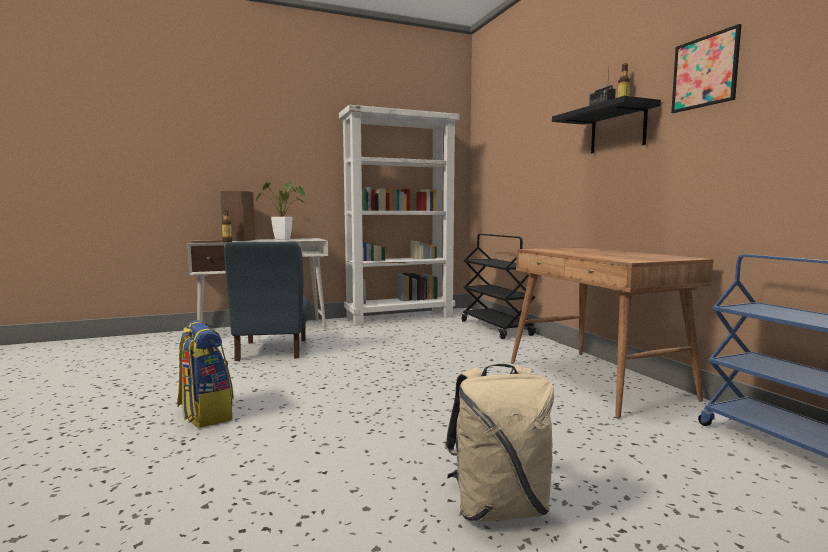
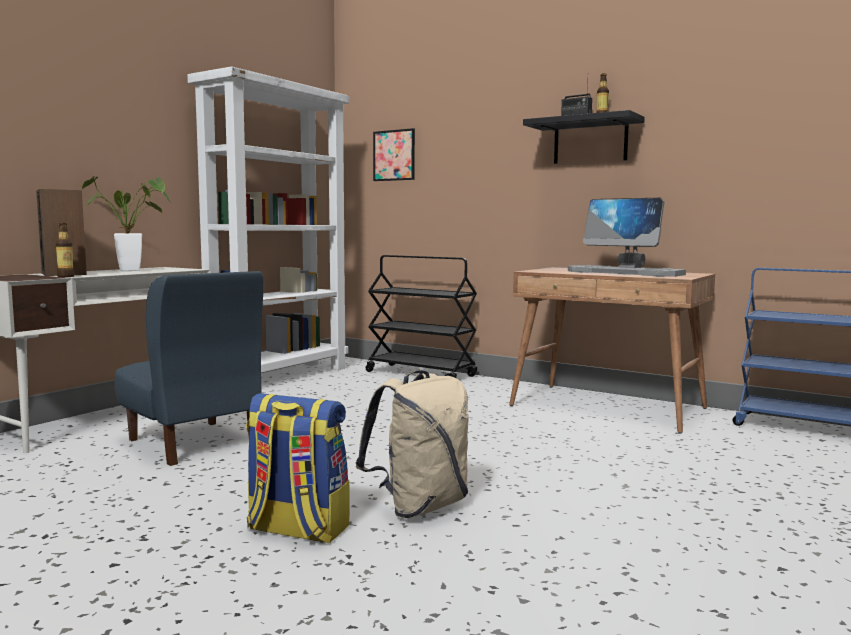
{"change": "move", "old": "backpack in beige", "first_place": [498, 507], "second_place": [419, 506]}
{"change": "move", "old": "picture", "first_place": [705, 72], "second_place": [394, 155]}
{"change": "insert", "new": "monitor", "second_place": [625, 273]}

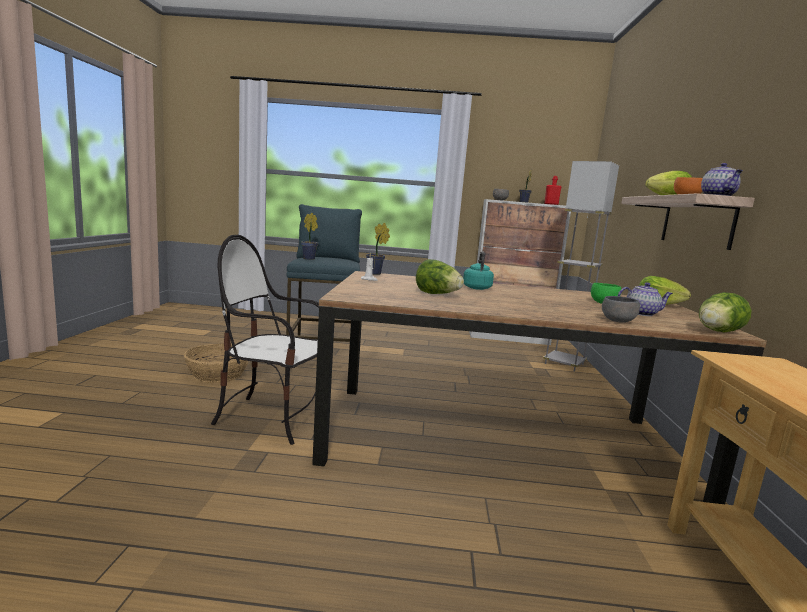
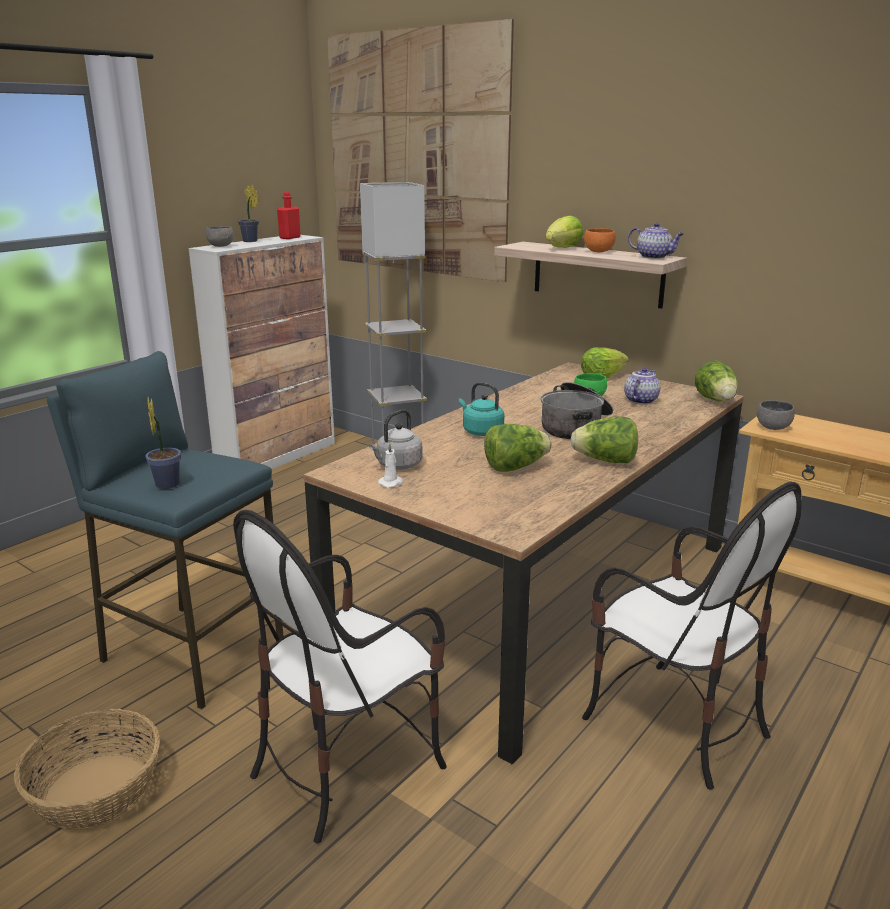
{"change": "insert", "new": "picture", "second_place": [416, 155]}
{"change": "insert", "new": "kettle in grey", "second_place": [397, 465]}
{"change": "insert", "new": "cooking pot", "second_place": [576, 426]}
{"change": "insert", "new": "lettuce", "second_place": [605, 461]}
{"change": "insert", "new": "chair", "second_place": [674, 723]}
{"change": "move", "old": "bowl in grey", "first_place": [616, 321], "second_place": [773, 428]}
{"change": "delete", "old": "potted plant", "first_place": [375, 274]}

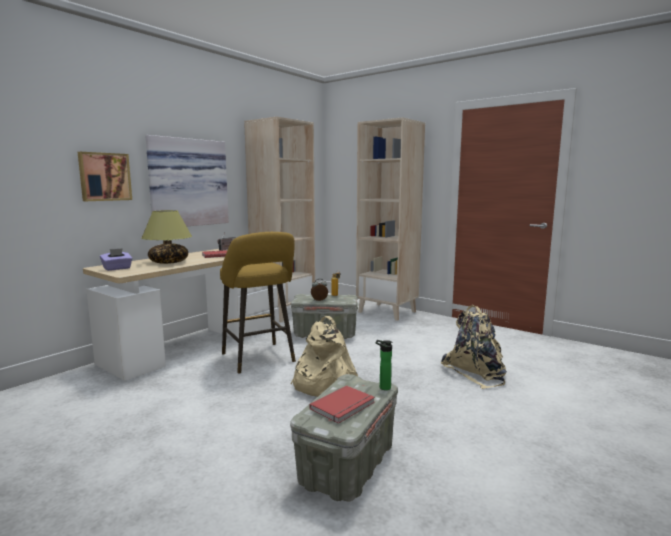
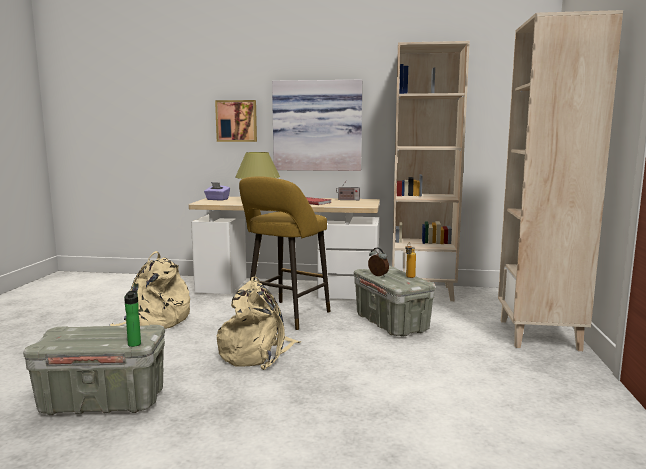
{"change": "move", "old": "backpack in beige", "first_place": [476, 372], "second_place": [155, 321]}
{"change": "delete", "old": "book in red", "first_place": [344, 406]}

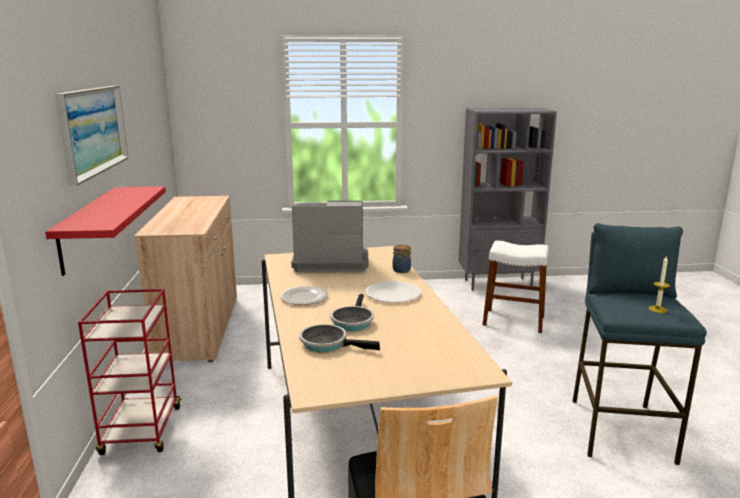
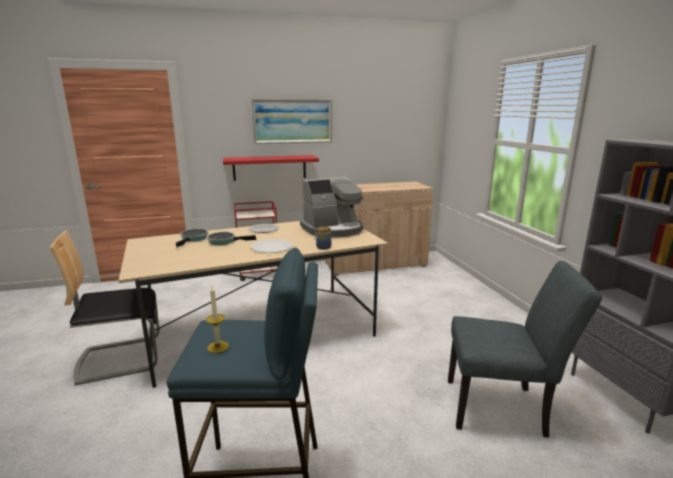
{"change": "rotate", "old": "coffee machine", "first_place": [330, 262], "second_place": [333, 229], "degrees": 75}
{"change": "replace", "old": "stool in white", "new": "chair in grey", "first_place": [513, 320], "second_place": [503, 408]}

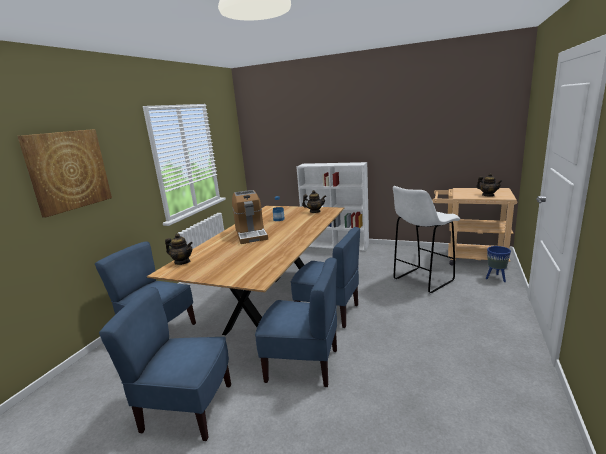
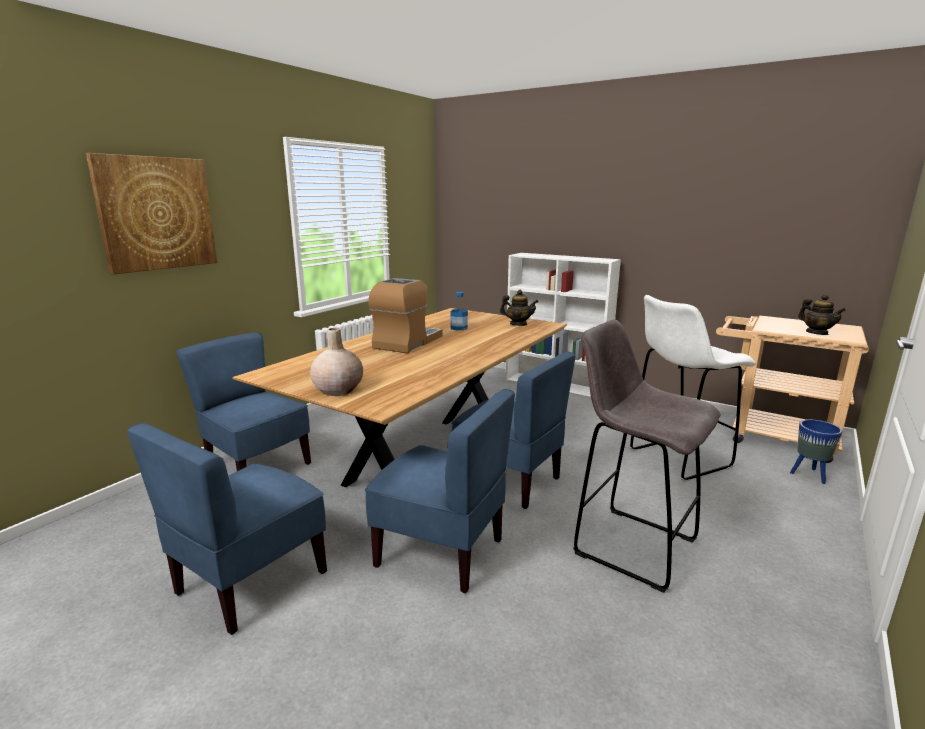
{"change": "rotate", "old": "chair in blue", "first_place": [187, 409], "second_place": [250, 582], "degrees": -75}
{"change": "insert", "new": "vase in beige", "second_place": [338, 390]}
{"change": "rotate", "old": "coffee machine", "first_place": [251, 234], "second_place": [407, 342], "degrees": -150}
{"change": "insert", "new": "stool in grey", "second_place": [631, 545]}
{"change": "delete", "old": "teapot", "first_place": [182, 262]}

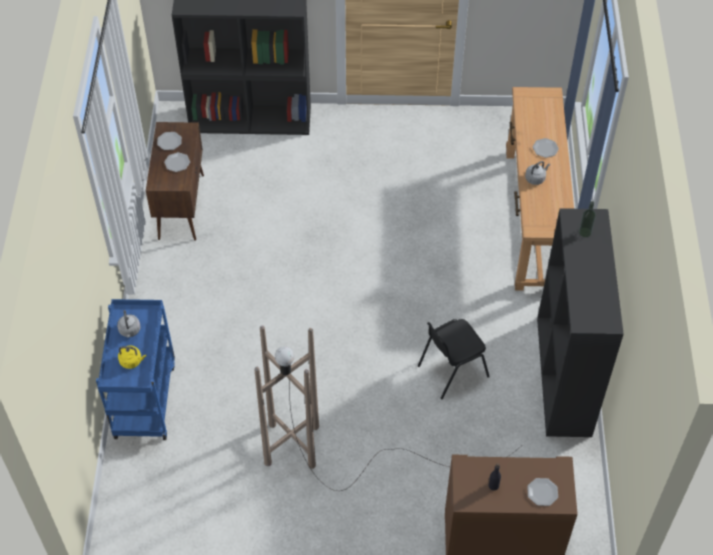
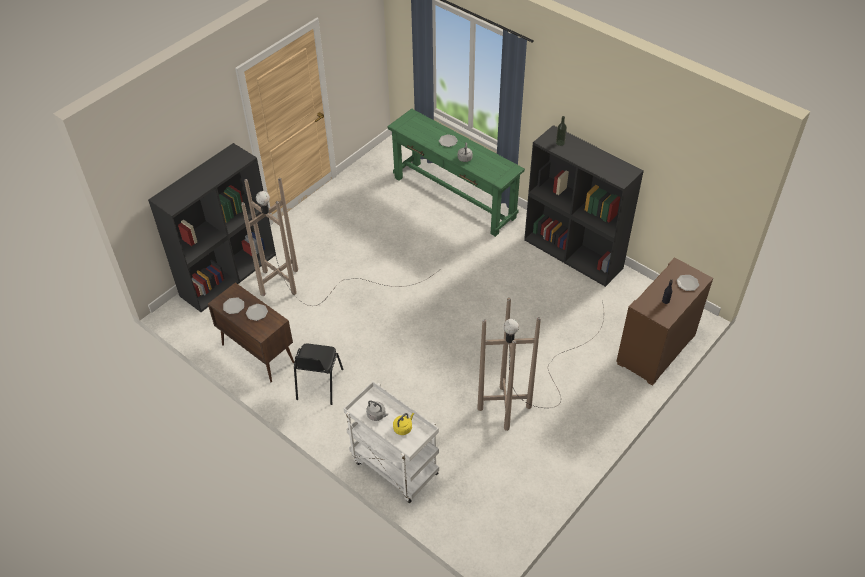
{"change": "insert", "new": "floor lamp in brown", "second_place": [317, 285]}
{"change": "move", "old": "chair in black", "first_place": [452, 370], "second_place": [318, 385]}
{"change": "recolor", "old": "cart in blue", "new": "cart in white", "first_place": [144, 399], "second_place": [393, 467]}
{"change": "recolor", "old": "console table in brown", "new": "console table in green", "first_place": [533, 219], "second_place": [454, 197]}

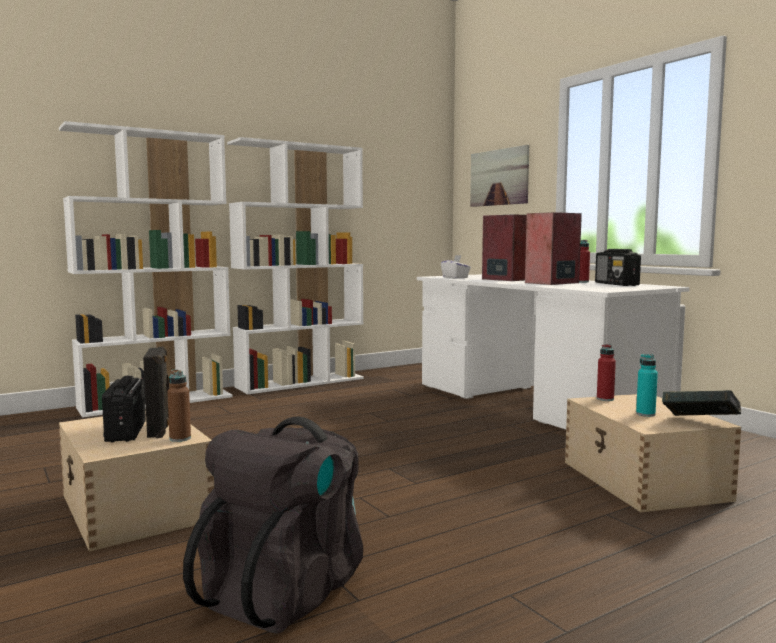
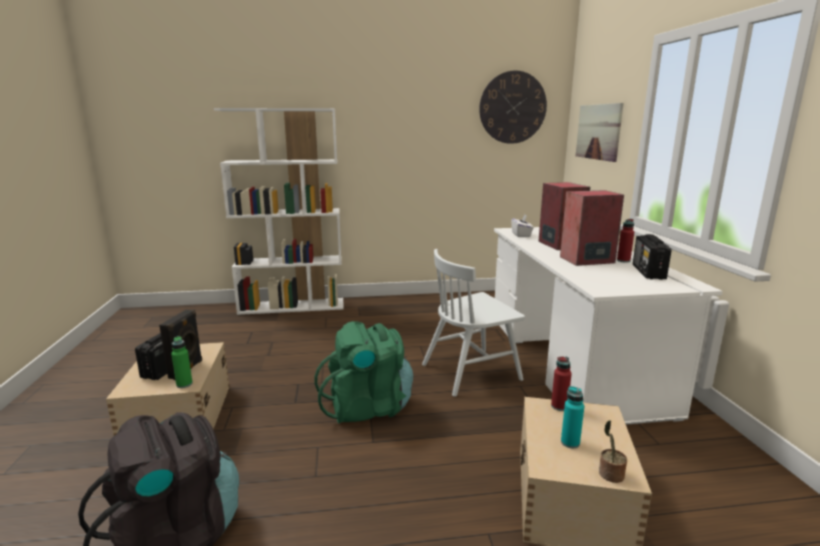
{"change": "recolor", "old": "bottle in brown", "new": "bottle in green", "first_place": [180, 438], "second_place": [184, 384]}
{"change": "insert", "new": "backpack in green", "second_place": [368, 407]}
{"change": "insert", "new": "chair in white", "second_place": [471, 372]}
{"change": "insert", "new": "wall clock", "second_place": [512, 107]}
{"change": "replace", "old": "book", "new": "potted plant", "first_place": [700, 423], "second_place": [609, 474]}
{"change": "delete", "old": "bookcase in white", "first_place": [301, 382]}

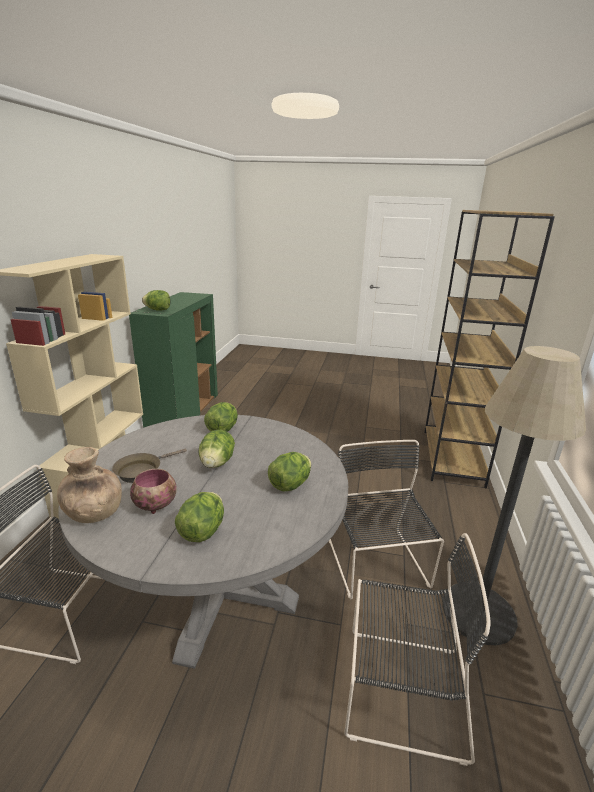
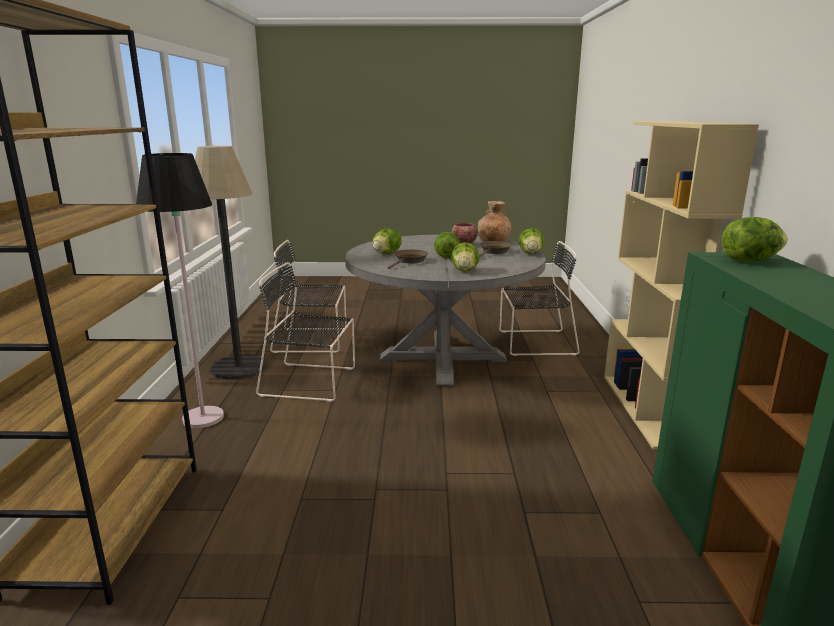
{"change": "insert", "new": "floor lamp in black", "second_place": [203, 418]}
{"change": "rotate", "old": "chair in black", "first_place": [377, 565], "second_place": [311, 382], "degrees": 120}
{"change": "insert", "new": "frying pan in brown", "second_place": [409, 261]}
{"change": "move", "old": "lettuce", "first_place": [202, 531], "second_place": [530, 253]}

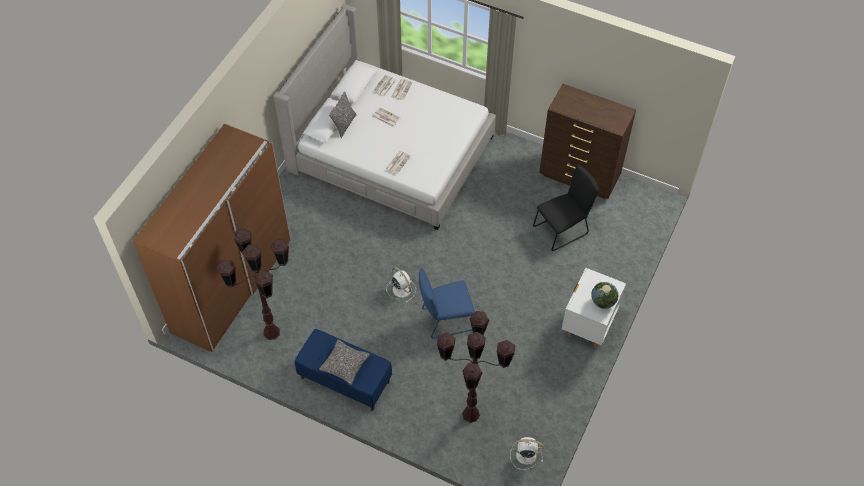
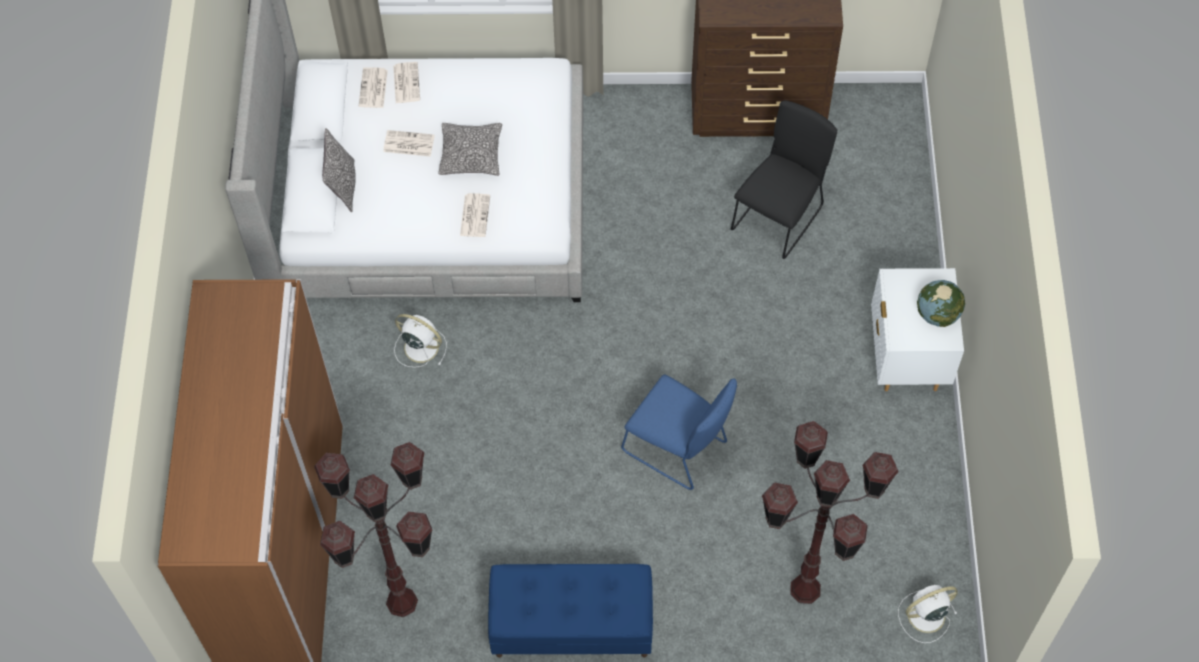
{"change": "move", "old": "fan in white", "first_place": [401, 289], "second_place": [419, 346]}
{"change": "move", "old": "pillow", "first_place": [345, 364], "second_place": [471, 154]}
{"change": "rotate", "old": "chair in blue", "first_place": [446, 319], "second_place": [678, 449], "degrees": -105}

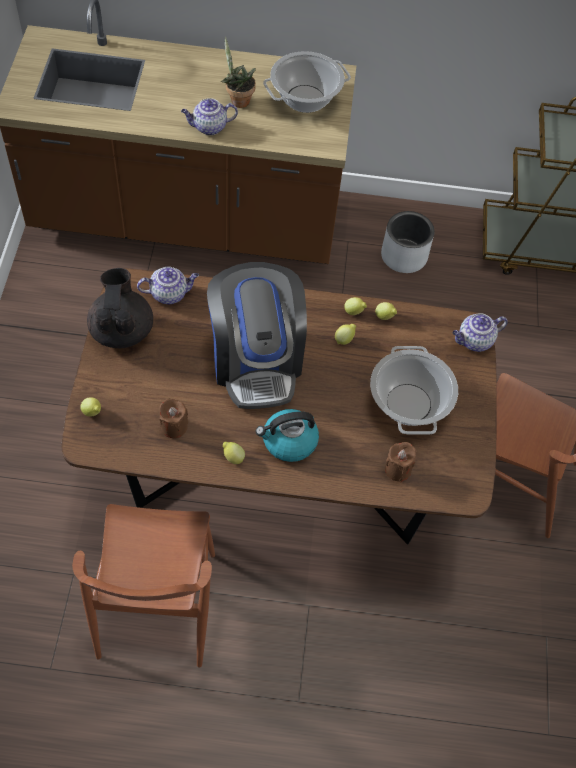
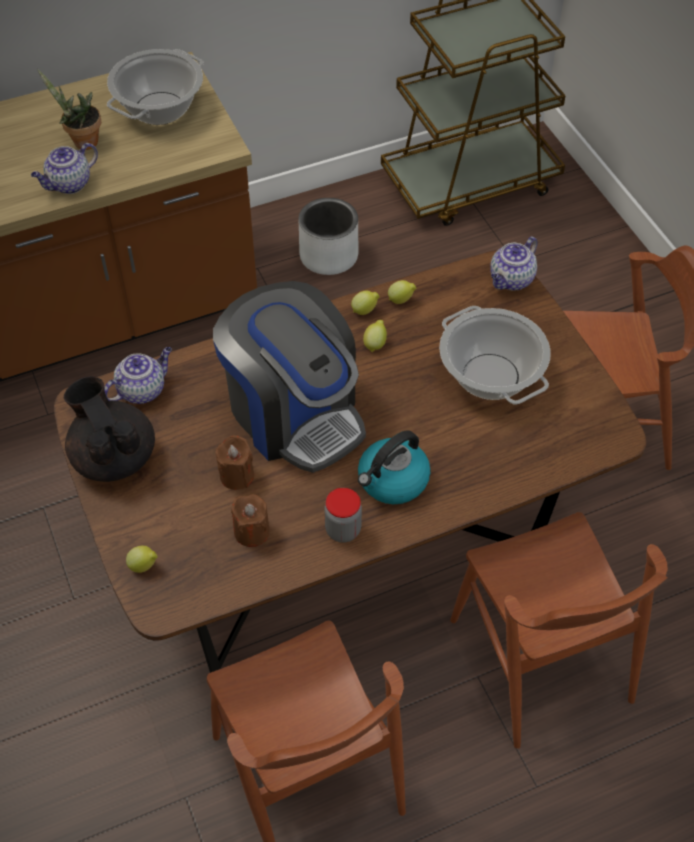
{"change": "move", "old": "candle in brown", "first_place": [398, 469], "second_place": [236, 475]}
{"change": "replace", "old": "lemon", "new": "jar", "first_place": [233, 457], "second_place": [343, 530]}
{"change": "insert", "new": "chair in brown", "second_place": [541, 660]}

